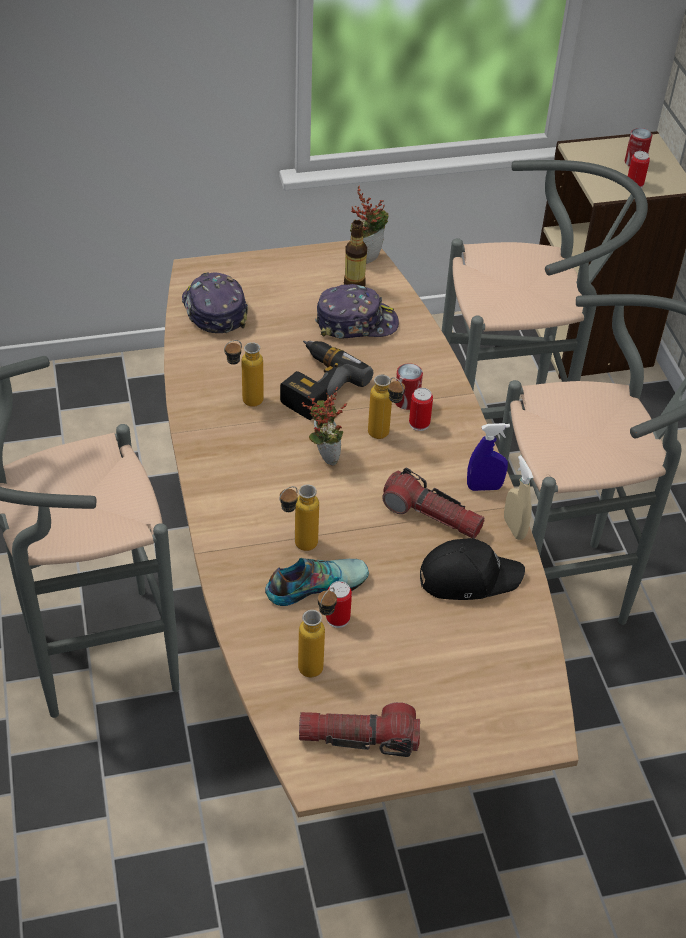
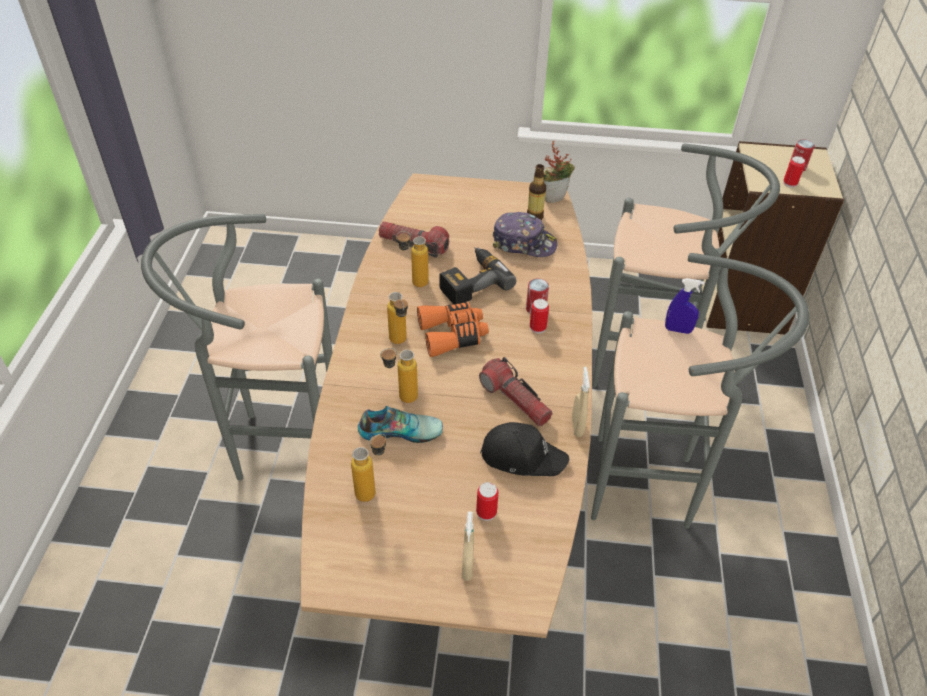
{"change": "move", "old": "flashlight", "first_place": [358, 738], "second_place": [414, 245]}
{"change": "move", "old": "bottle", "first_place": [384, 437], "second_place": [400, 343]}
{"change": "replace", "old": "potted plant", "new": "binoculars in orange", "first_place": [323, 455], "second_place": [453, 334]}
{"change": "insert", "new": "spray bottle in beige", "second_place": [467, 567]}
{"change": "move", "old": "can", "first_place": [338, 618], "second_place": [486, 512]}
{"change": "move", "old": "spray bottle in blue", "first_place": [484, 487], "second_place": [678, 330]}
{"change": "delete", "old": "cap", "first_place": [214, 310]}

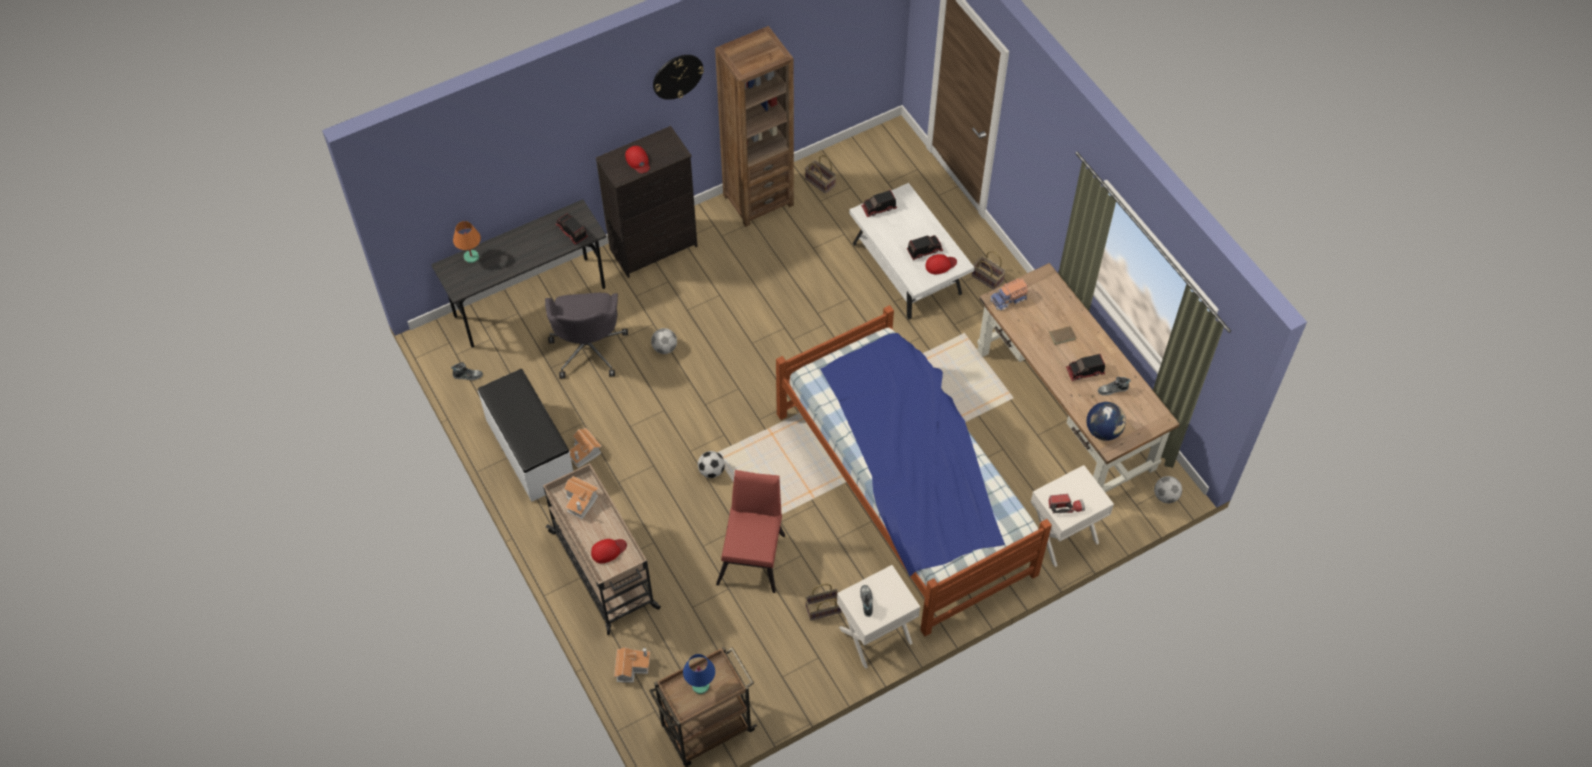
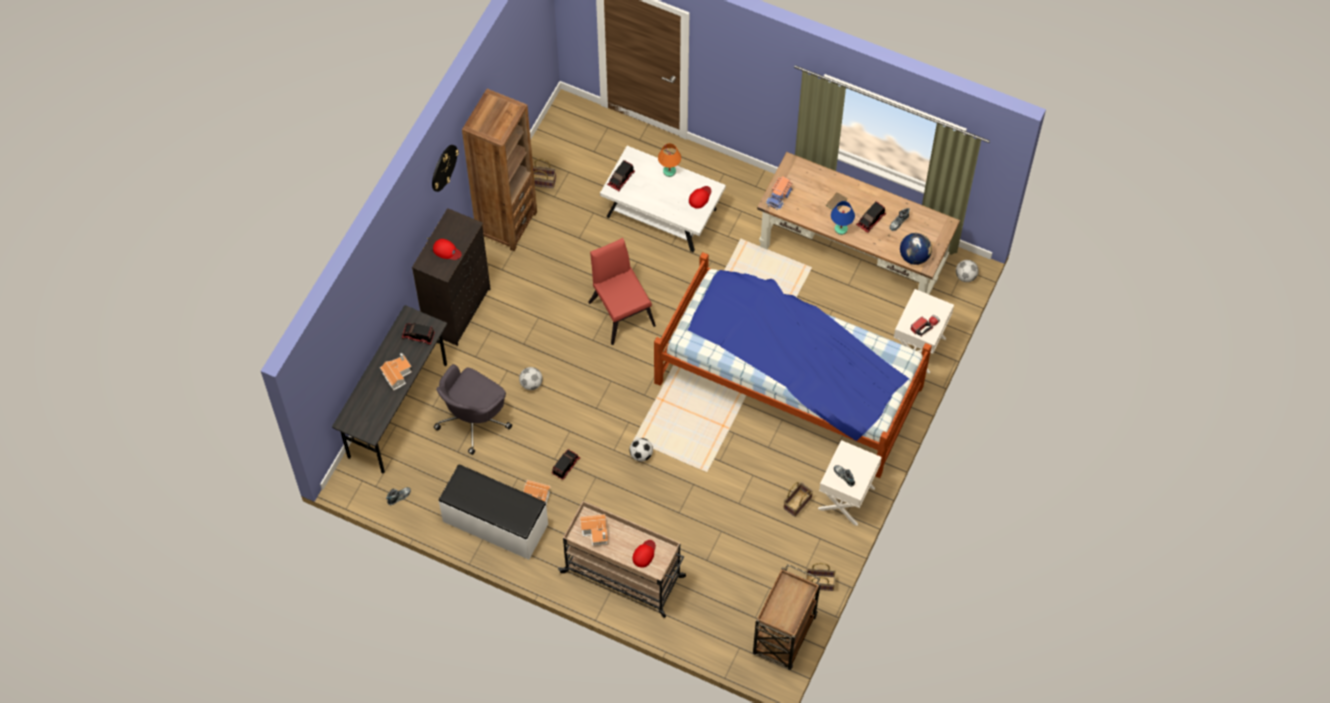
{"change": "move", "old": "toy house", "first_place": [632, 667], "second_place": [397, 374]}
{"change": "rotate", "old": "office chair in grey", "first_place": [588, 348], "second_place": [473, 419], "degrees": 75}
{"change": "move", "old": "toy truck", "first_place": [924, 250], "second_place": [565, 465]}
{"change": "move", "old": "chair in red", "first_place": [753, 554], "second_place": [620, 310]}
{"change": "move", "old": "table lamp in orange", "first_place": [471, 257], "second_place": [669, 171]}
{"change": "move", "old": "basket", "first_place": [988, 278], "second_place": [820, 582]}
{"change": "move", "old": "table lamp in blue", "first_place": [701, 686], "second_place": [841, 229]}

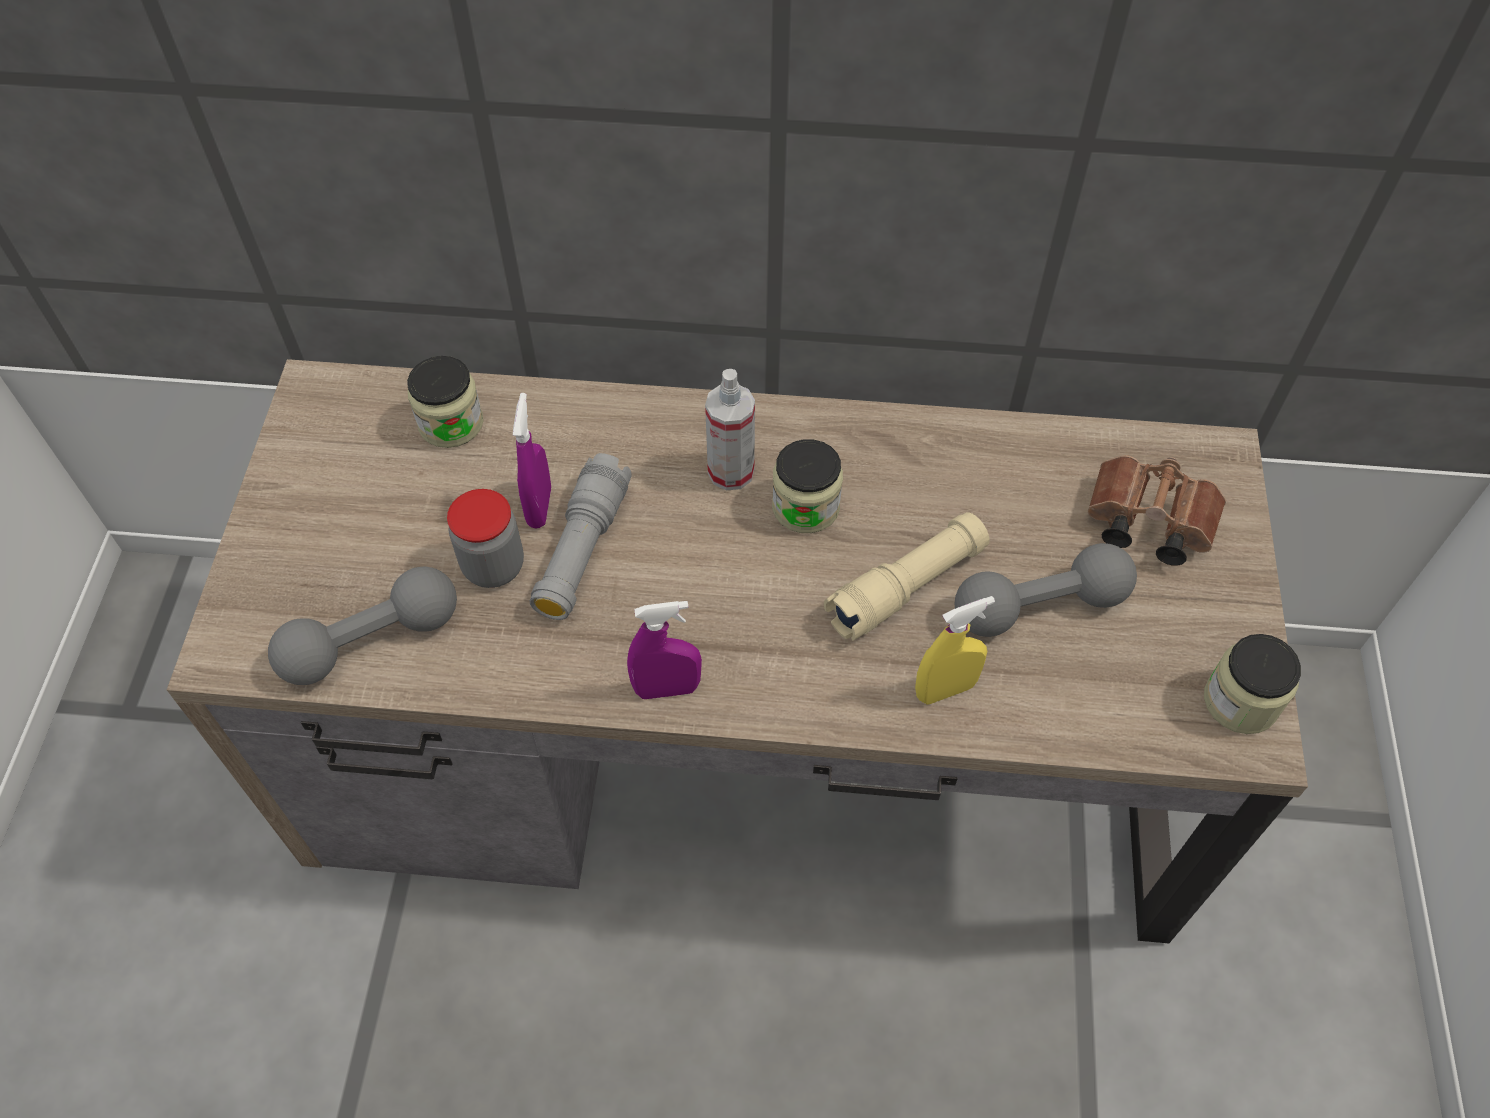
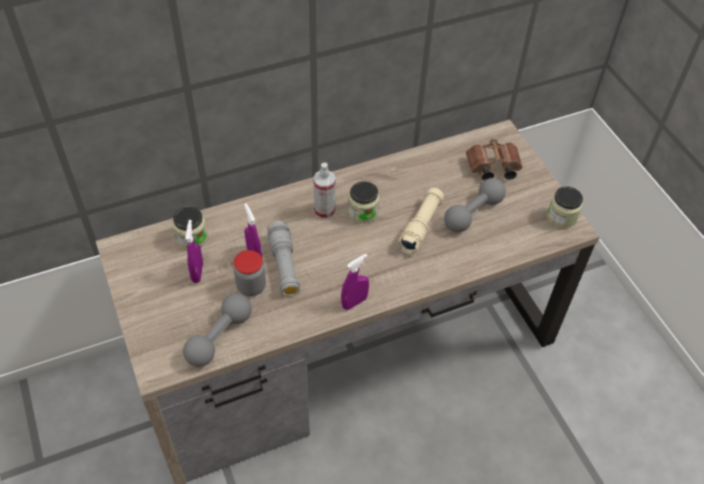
{"change": "insert", "new": "spray bottle in purple", "second_place": [197, 273]}
{"change": "delete", "old": "spray bottle in yellow", "first_place": [945, 689]}

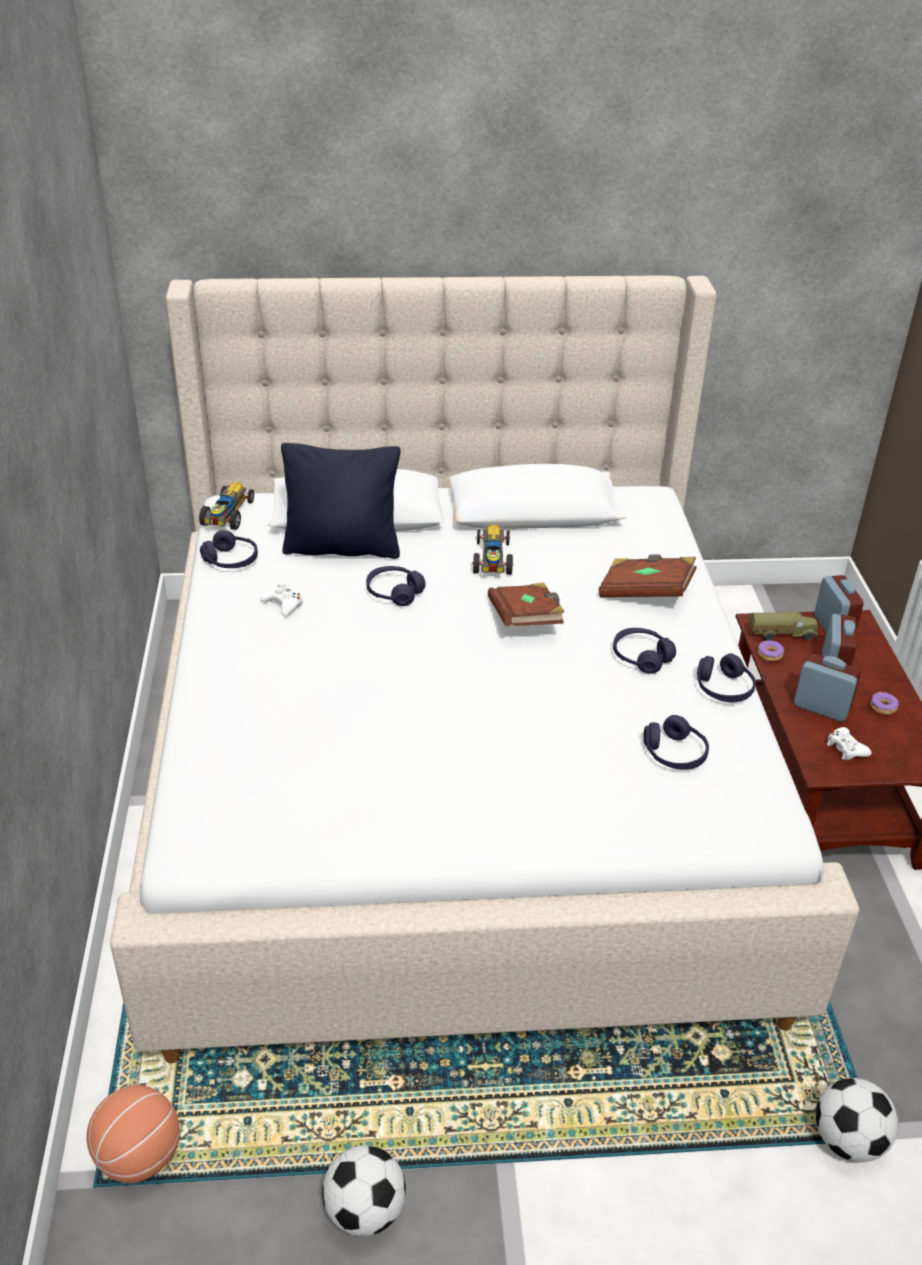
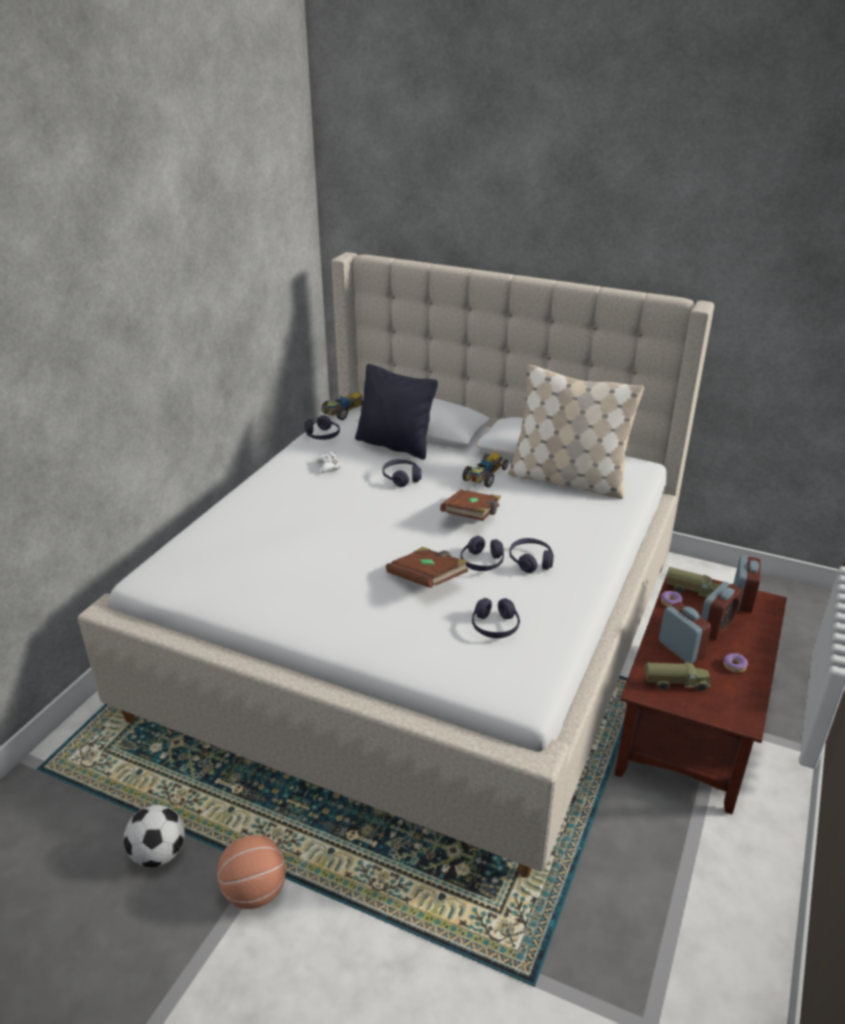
{"change": "move", "old": "basketball", "first_place": [139, 1157], "second_place": [254, 891]}
{"change": "move", "old": "book in brown", "first_place": [645, 592], "second_place": [427, 580]}
{"change": "move", "old": "headphones in purple", "first_place": [723, 688], "second_place": [482, 562]}
{"change": "insert", "new": "pillow in beige", "second_place": [568, 480]}
{"change": "replace", "old": "game controller in white", "new": "toy truck", "first_place": [846, 748], "second_place": [675, 683]}
{"change": "delete", "old": "football", "first_place": [848, 1140]}

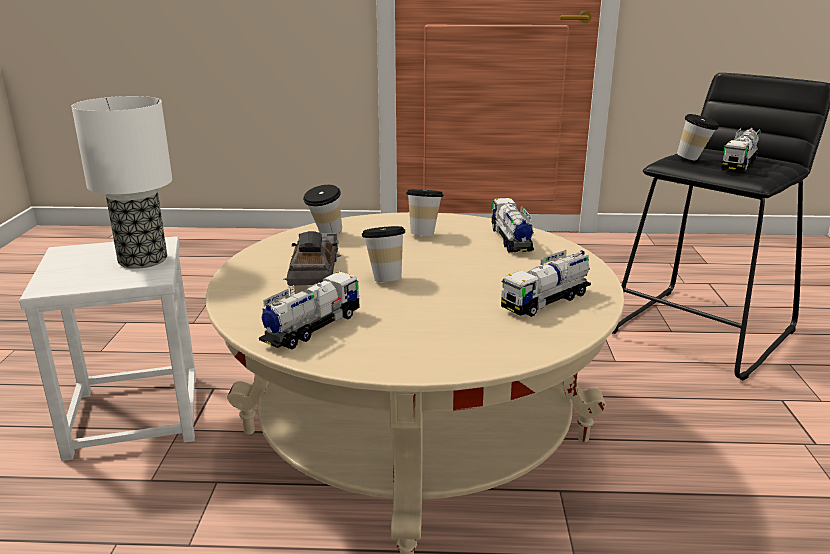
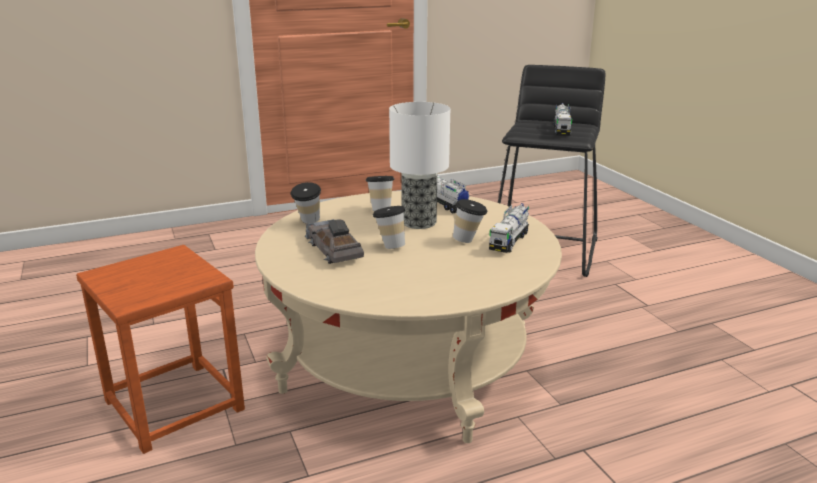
{"change": "recolor", "old": "stool in white", "new": "stool in brown", "first_place": [133, 415], "second_place": [173, 405]}
{"change": "move", "old": "table lamp", "first_place": [144, 260], "second_place": [420, 222]}
{"change": "move", "old": "cup", "first_place": [694, 159], "second_place": [469, 240]}
{"change": "delete", "old": "toy truck", "first_place": [312, 328]}

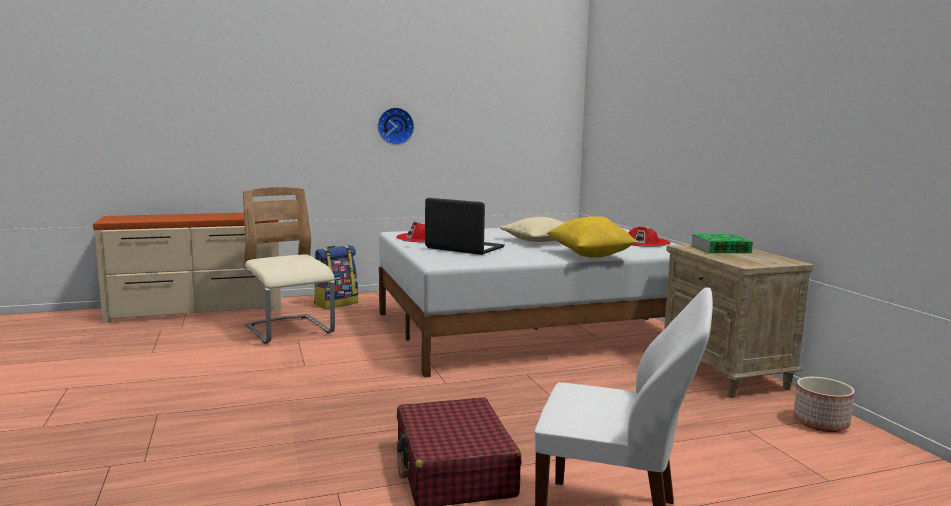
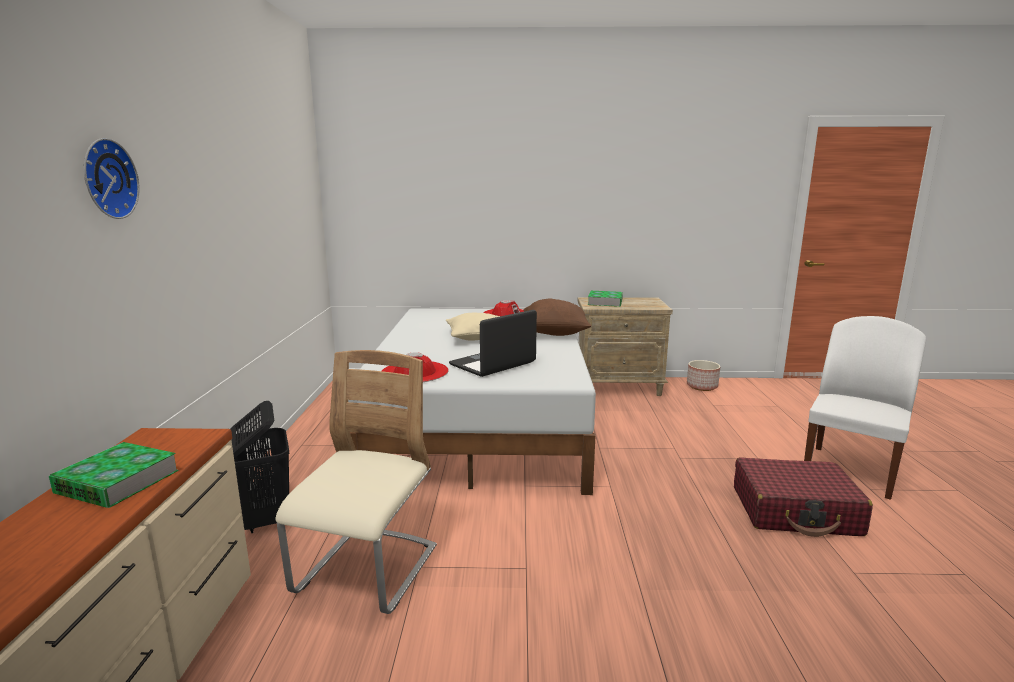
{"change": "insert", "new": "book", "second_place": [117, 482]}
{"change": "move", "old": "wall clock", "first_place": [395, 126], "second_place": [106, 179]}
{"change": "replace", "old": "backpack", "new": "laundry basket in black", "first_place": [336, 303], "second_place": [266, 519]}
{"change": "rotate", "old": "chair in beige", "first_place": [289, 331], "second_place": [367, 572], "degrees": 120}
{"change": "recolor", "old": "pillow in yellow", "new": "pillow in brown", "first_place": [590, 255], "second_place": [554, 334]}

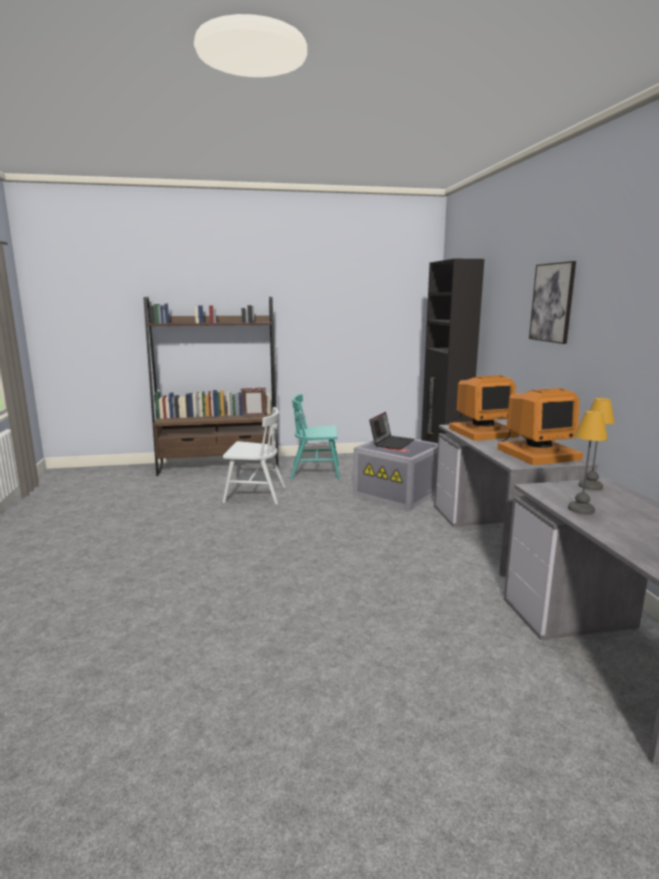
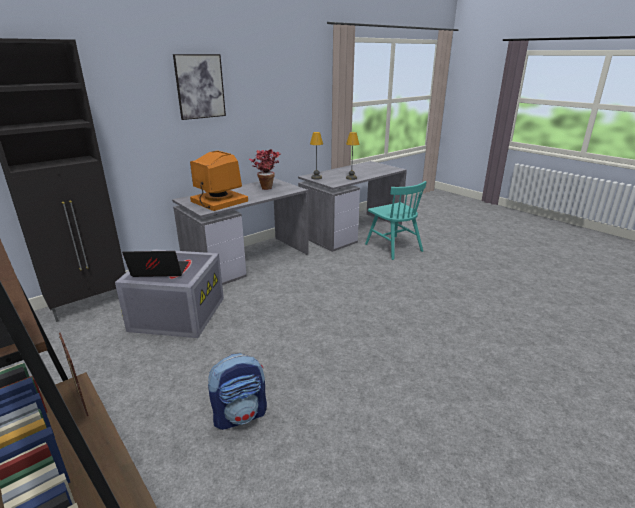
{"change": "replace", "old": "chair in white", "new": "backpack", "first_place": [254, 495], "second_place": [240, 415]}
{"change": "replace", "old": "monitor", "new": "potted plant", "first_place": [537, 453], "second_place": [266, 187]}
{"change": "move", "old": "chair in turquoise", "first_place": [316, 472], "second_place": [393, 247]}

